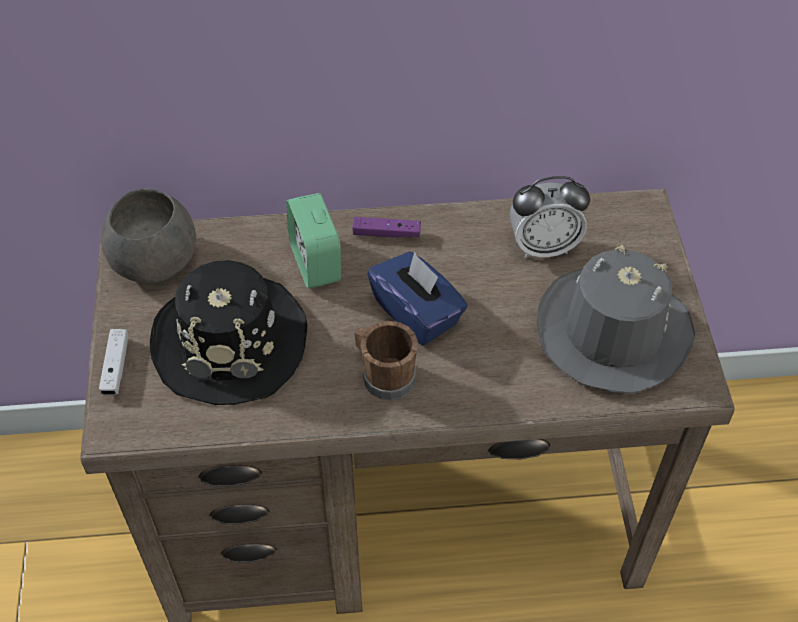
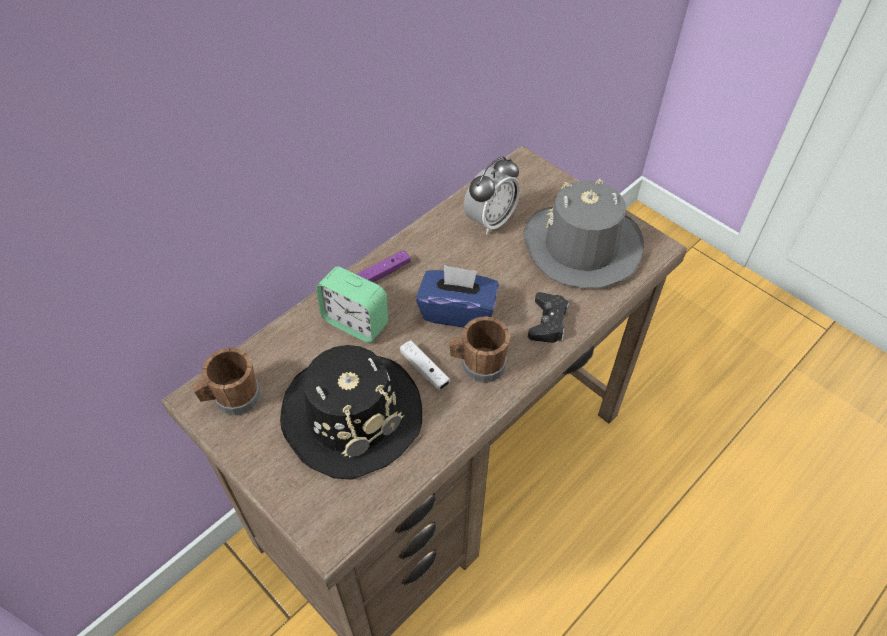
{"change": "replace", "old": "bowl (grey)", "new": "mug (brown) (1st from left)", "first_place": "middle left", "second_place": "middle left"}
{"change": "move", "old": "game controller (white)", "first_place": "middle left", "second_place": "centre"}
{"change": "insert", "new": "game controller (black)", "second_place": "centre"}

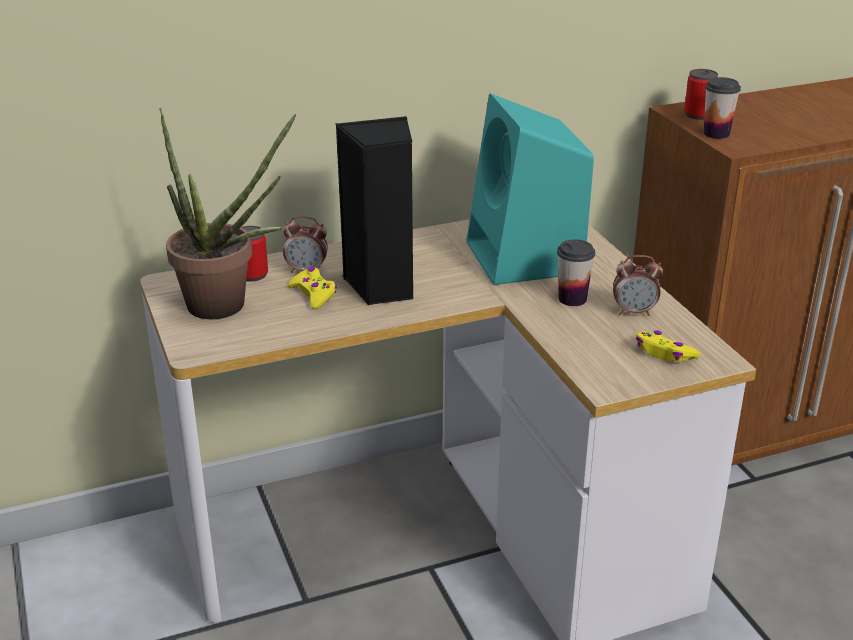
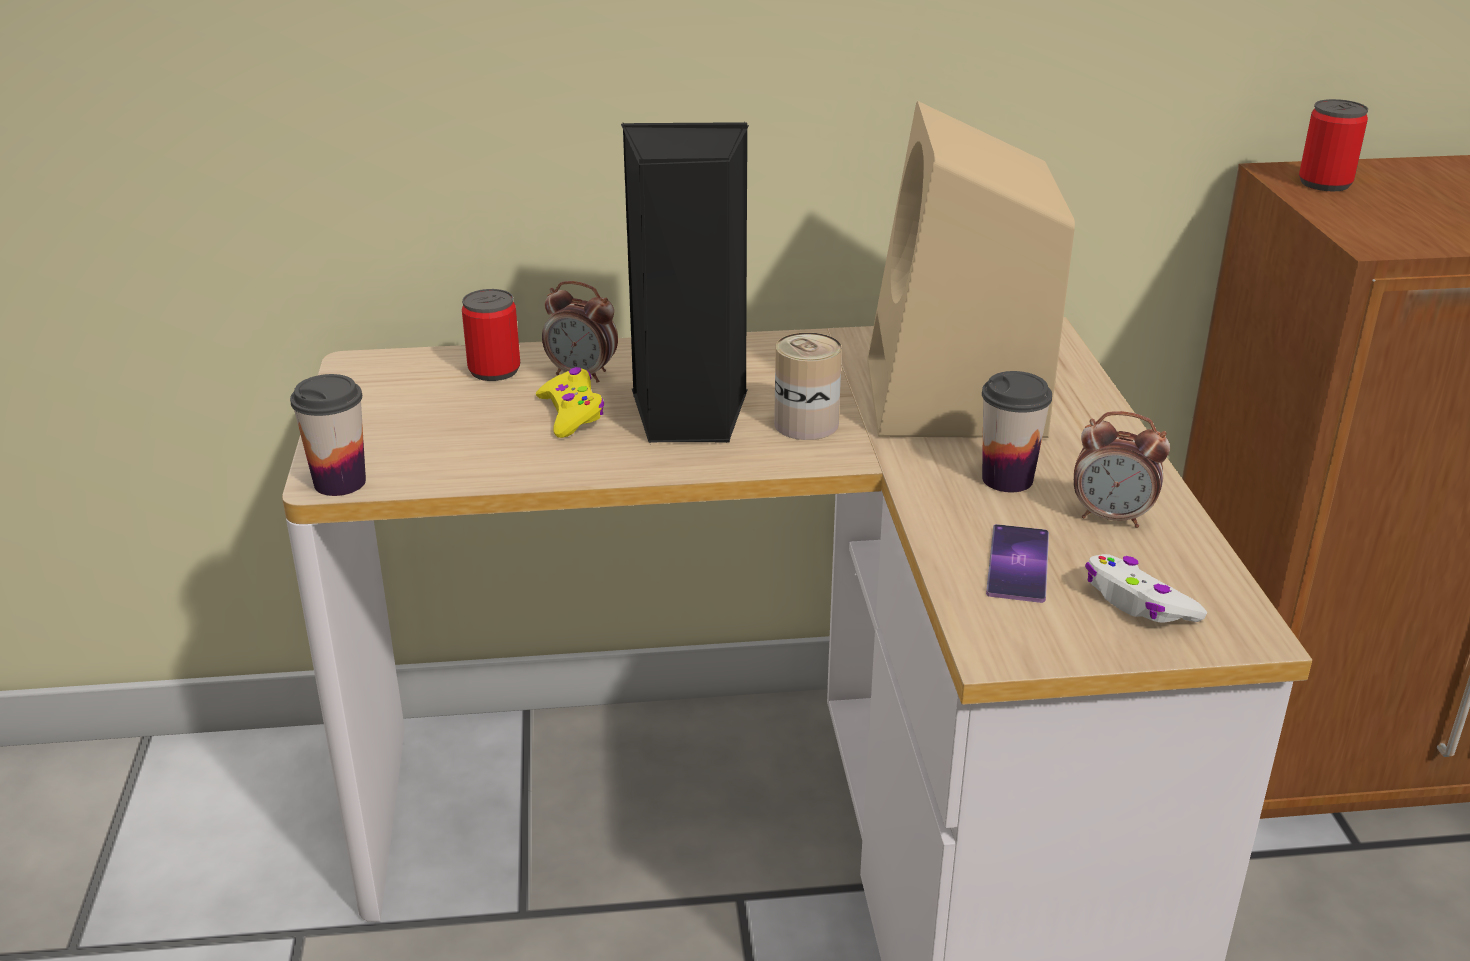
{"change": "move", "old": "cup (2nd from left in the first image)", "new": "cup (1st from left)", "first_place": "top right", "second_place": "middle left"}
{"change": "insert", "new": "can (2nd from left)", "second_place": "centre"}
{"change": "recolor", "old": "speaker (turquoise)", "new": "speaker (beige)", "first_place": "top centre", "second_place": "top centre"}
{"change": "insert", "new": "phone", "second_place": "middle right"}
{"change": "recolor", "old": "game controller (yellow) (2nd from left)", "new": "game controller (white)", "first_place": "middle right", "second_place": "middle right"}
{"change": "delete", "old": "potted plant", "first_place": "top left"}

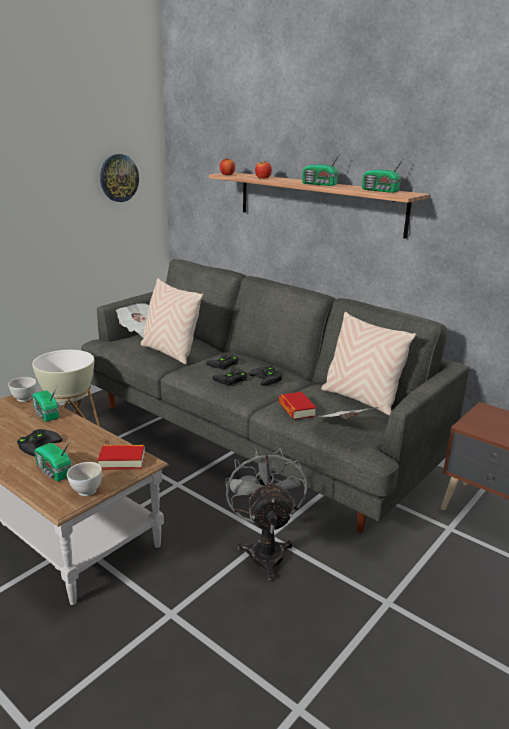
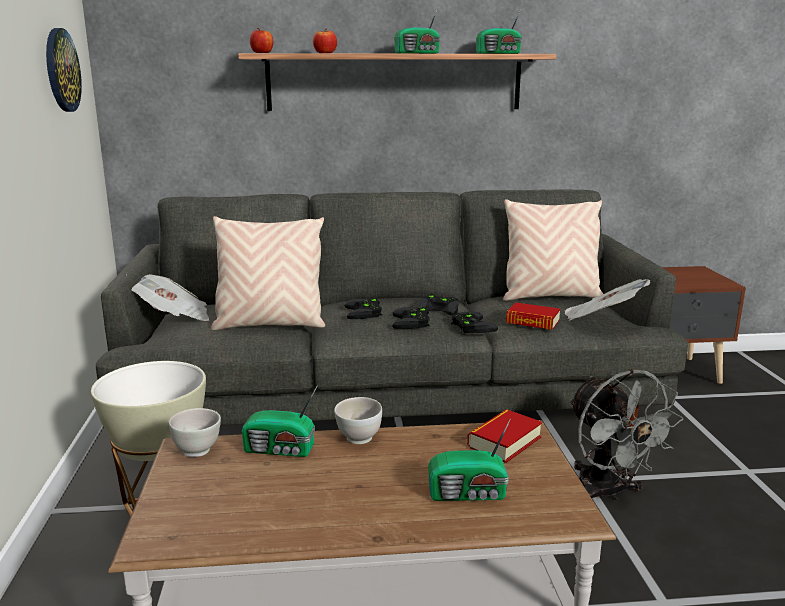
{"change": "move", "old": "bowl (white) (2nd from left)", "first_place": "middle left", "second_place": "bottom centre"}
{"change": "move", "old": "game controller (black) (1st from left in the first image)", "new": "game controller (black) (4th from left)", "first_place": "middle left", "second_place": "centre"}
{"change": "rotate", "old": "fan (grey)", "first_place": "bottom centre", "second_place": "bottom right", "degrees": -150}

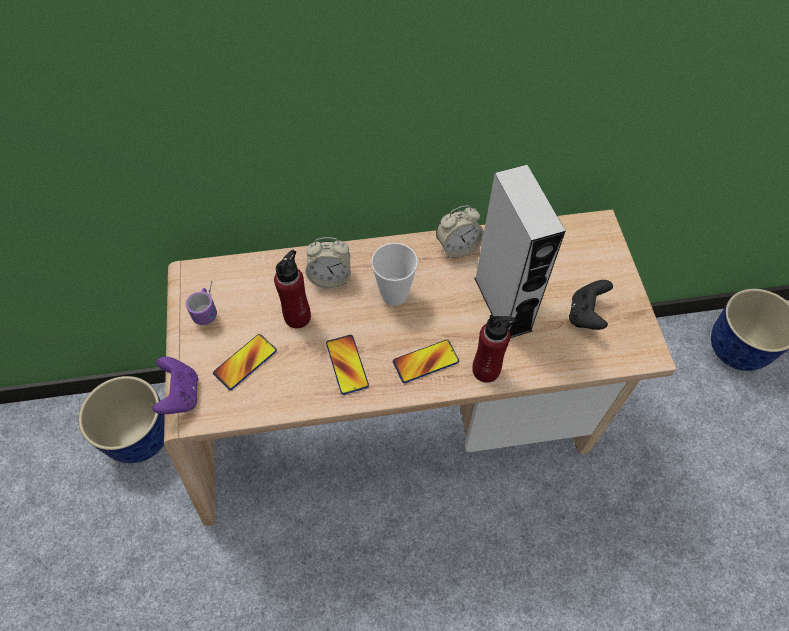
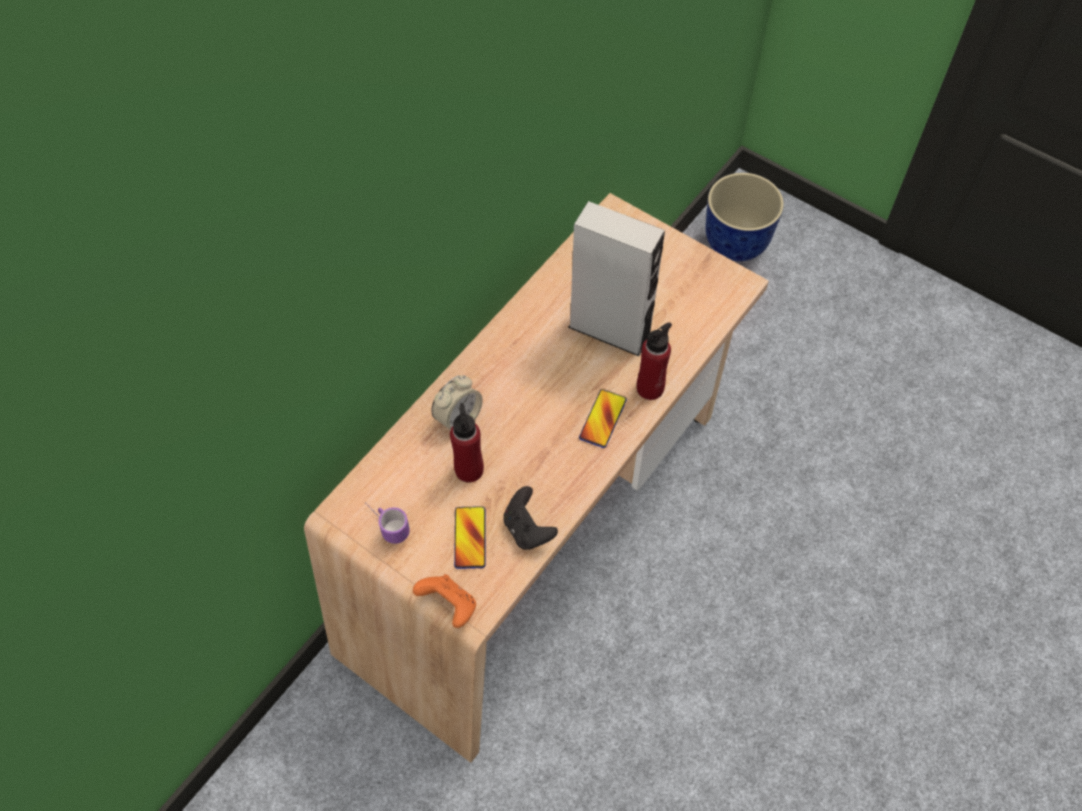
{"change": "recolor", "old": "game controller (purple)", "new": "game controller (orange)", "first_place": "middle left", "second_place": "bottom centre"}
{"change": "move", "old": "game controller (black)", "first_place": "middle right", "second_place": "centre"}
{"change": "delete", "old": "planter (1st from left)", "first_place": "middle left"}
{"change": "delete", "old": "phone (2nd from left)", "first_place": "centre"}
{"change": "delete", "old": "cup", "first_place": "centre"}
{"change": "delete", "old": "alarm clock (2nd from left)", "first_place": "centre"}

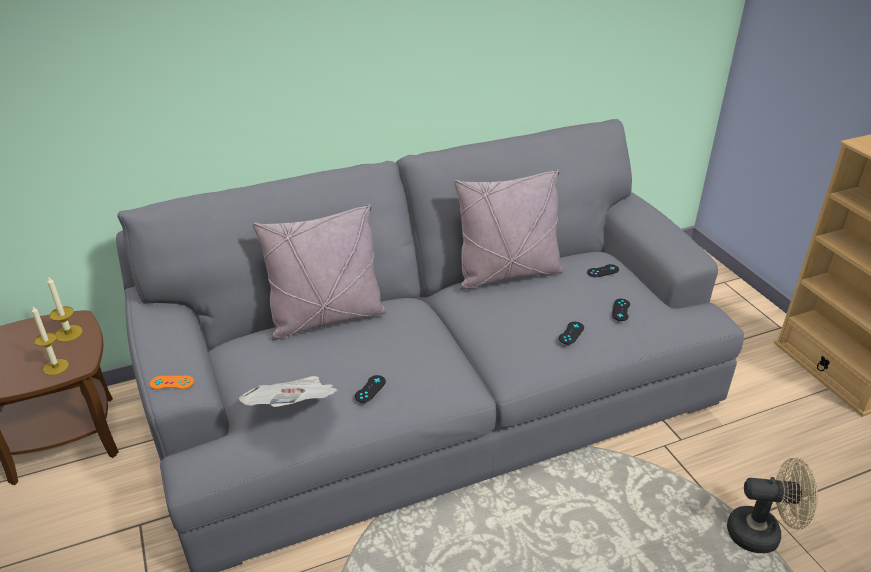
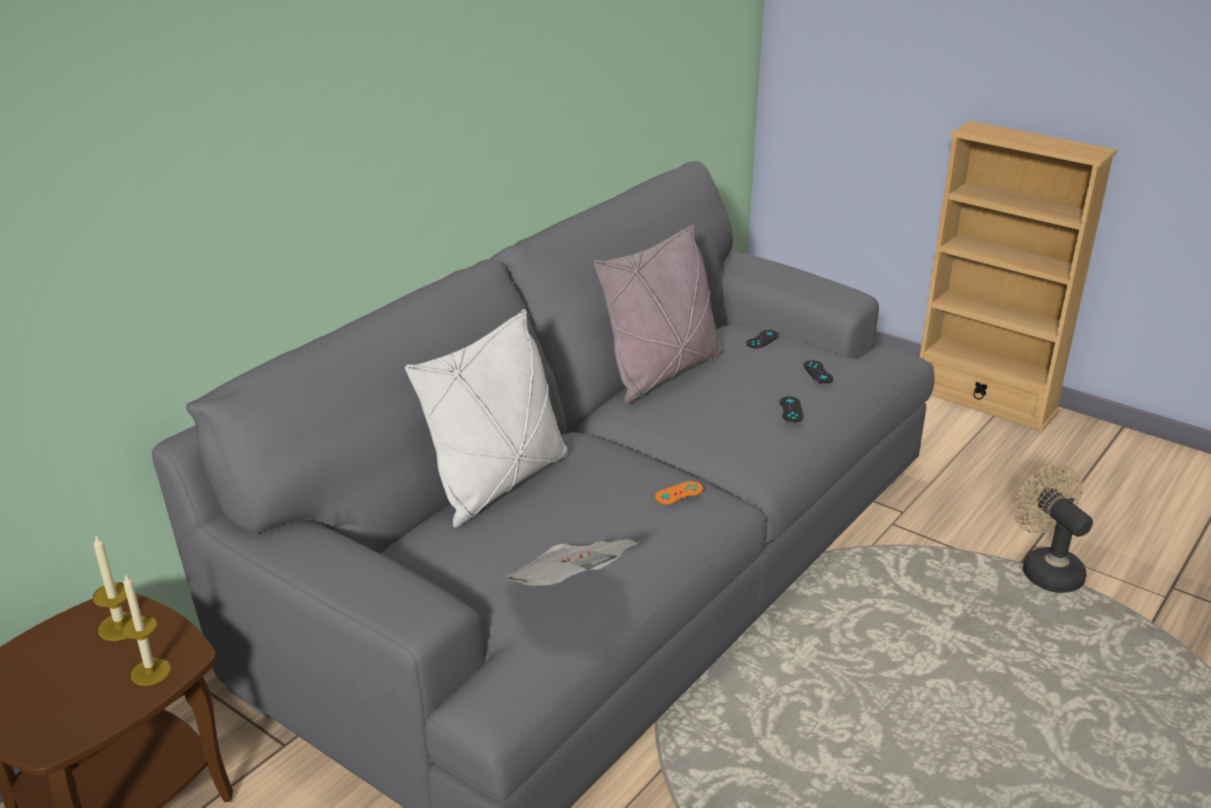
{"change": "recolor", "old": "pillow (purple) (1st from left)", "new": "pillow (white)", "first_place": "centre", "second_place": "centre"}
{"change": "move", "old": "game controller (orange)", "first_place": "bottom left", "second_place": "centre"}
{"change": "rotate", "old": "fan (beige)", "first_place": "bottom right", "second_place": "middle right", "degrees": -90}
{"change": "delete", "old": "game controller (black) (1st from left)", "first_place": "bottom centre"}

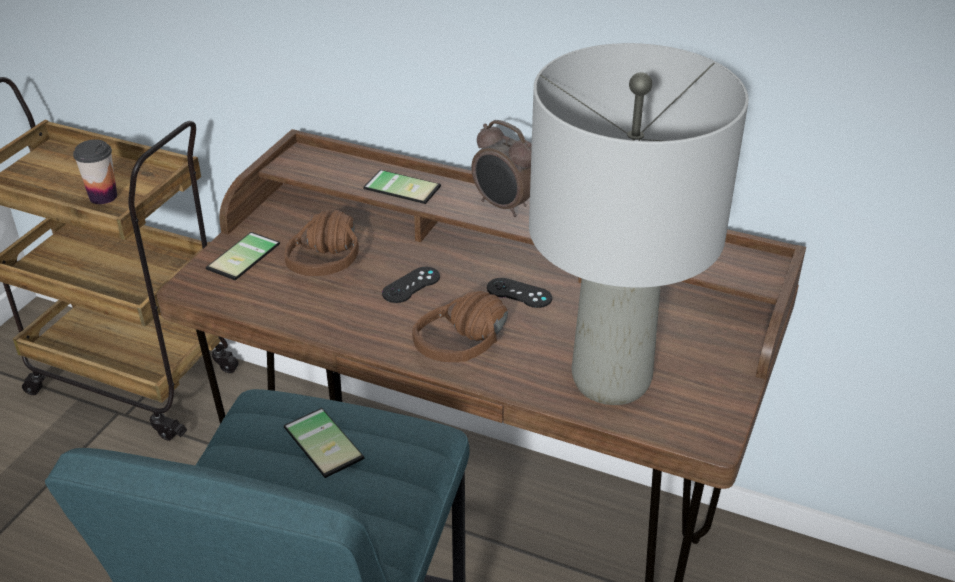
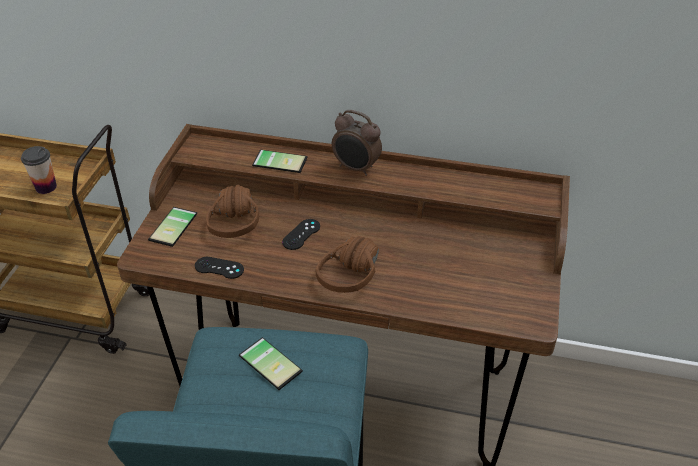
{"change": "move", "old": "game controller (black) (2nd from left in the first image)", "new": "game controller (black) (1st from left)", "first_place": "centre", "second_place": "middle left"}
{"change": "delete", "old": "table lamp (grey)", "first_place": "middle right"}

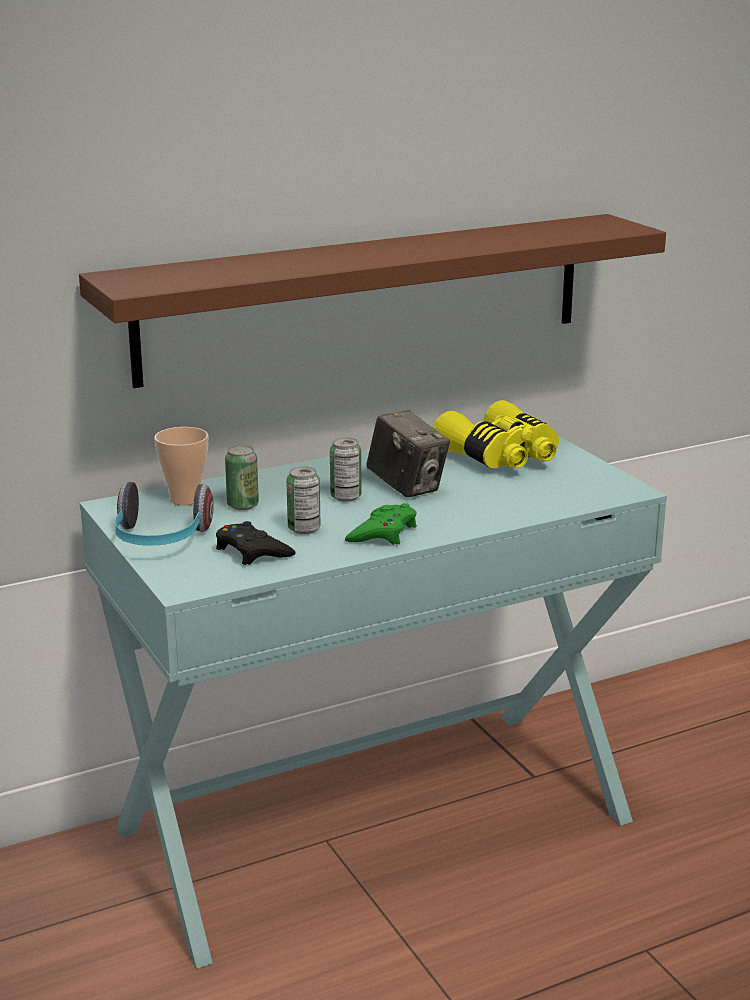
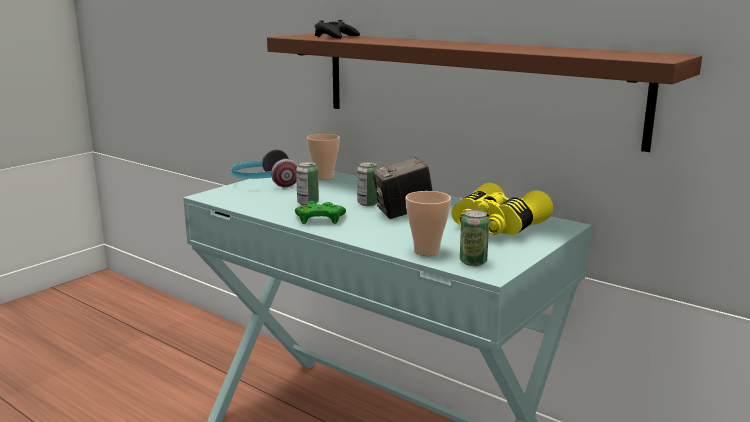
{"change": "move", "old": "game controller (black)", "first_place": "centre", "second_place": "top centre"}
{"change": "rotate", "old": "photo camera", "first_place": "centre", "second_place": "centre", "degrees": 45}
{"change": "insert", "new": "cup (2nd from left)", "second_place": "centre"}
{"change": "move", "old": "can (1st from left in the first image)", "new": "can (3rd from left)", "first_place": "middle left", "second_place": "centre"}

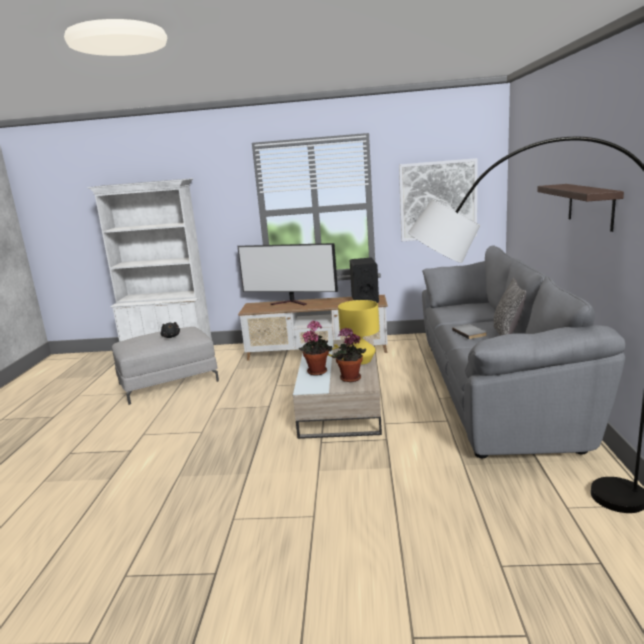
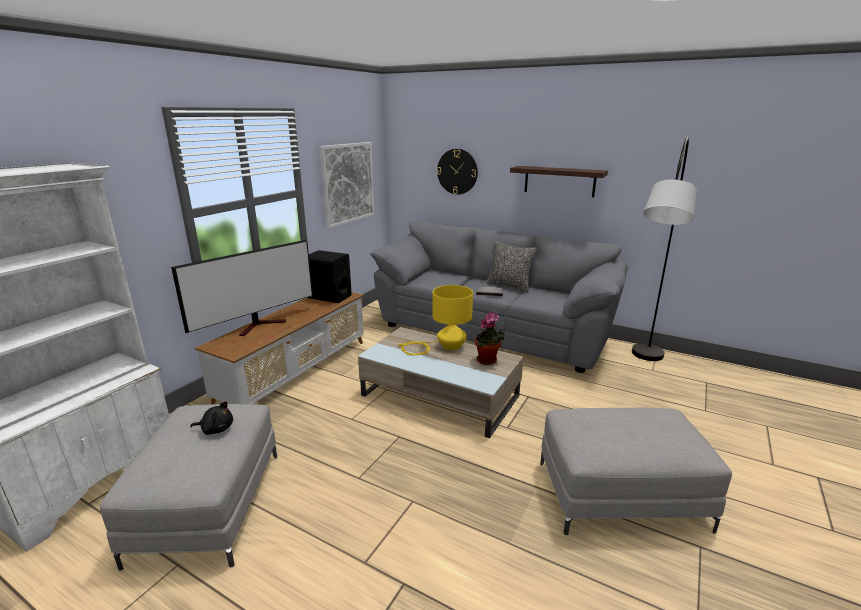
{"change": "insert", "new": "wall clock", "second_place": "top centre"}
{"change": "insert", "new": "ottoman (grey) (2nd from left)", "second_place": "bottom right"}
{"change": "delete", "old": "potted plant (1st from left)", "first_place": "centre"}

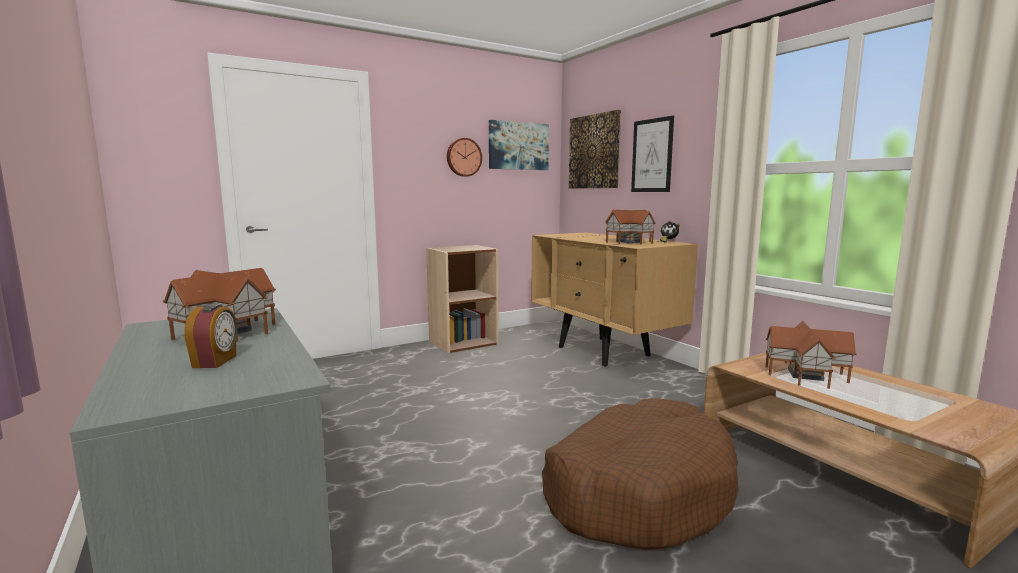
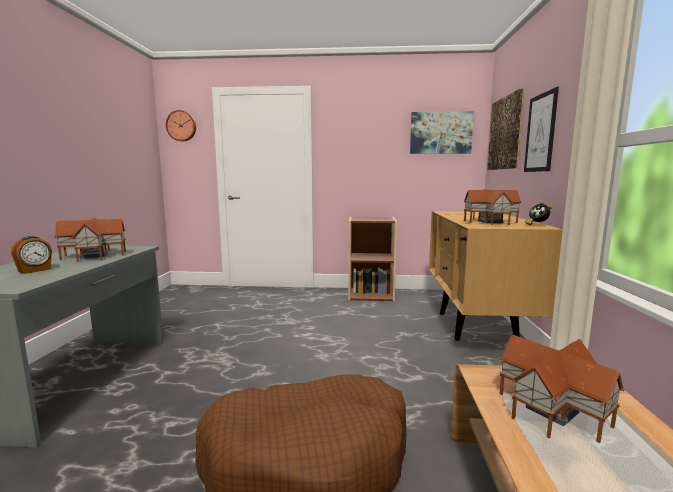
{"change": "move", "old": "wall clock", "first_place": "top centre", "second_place": "top left"}

